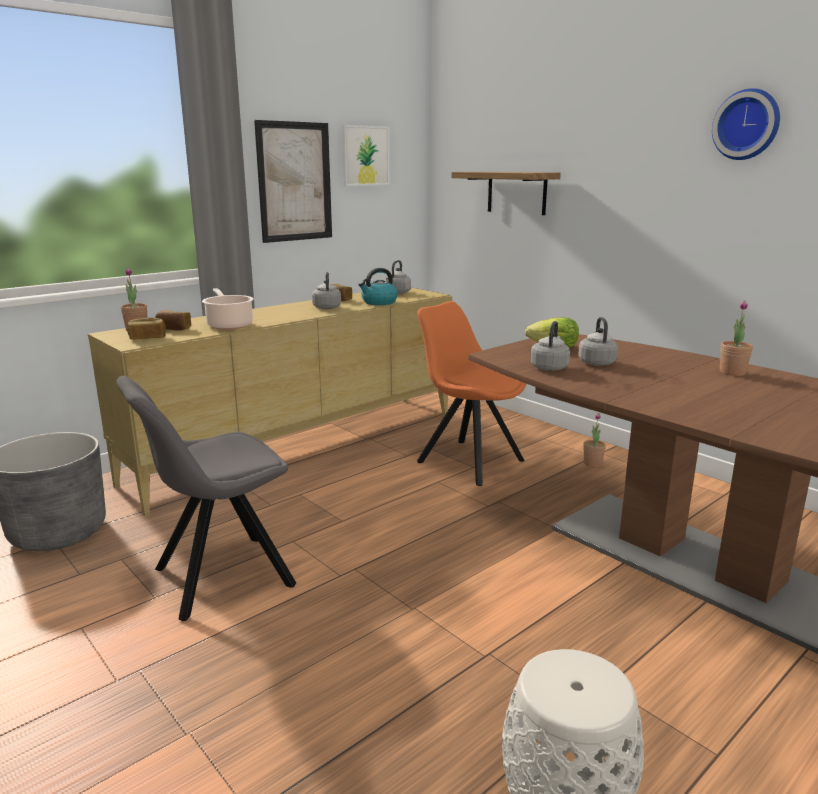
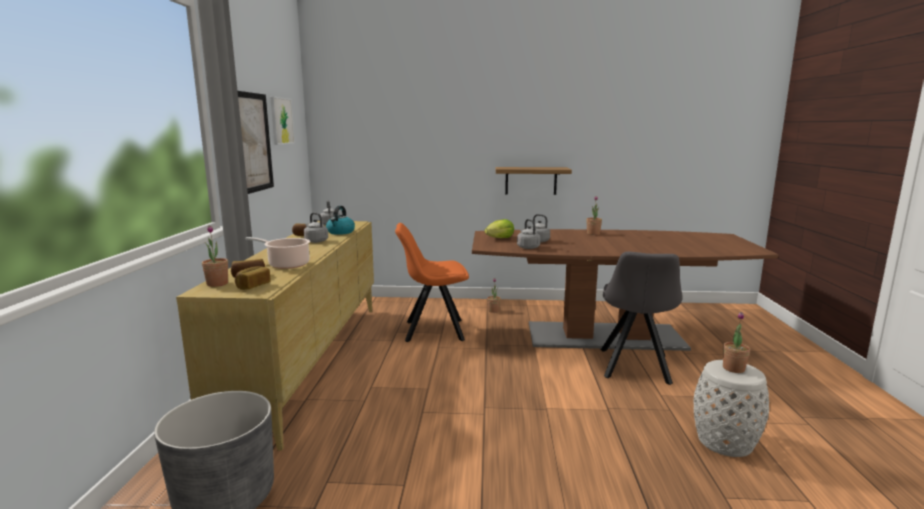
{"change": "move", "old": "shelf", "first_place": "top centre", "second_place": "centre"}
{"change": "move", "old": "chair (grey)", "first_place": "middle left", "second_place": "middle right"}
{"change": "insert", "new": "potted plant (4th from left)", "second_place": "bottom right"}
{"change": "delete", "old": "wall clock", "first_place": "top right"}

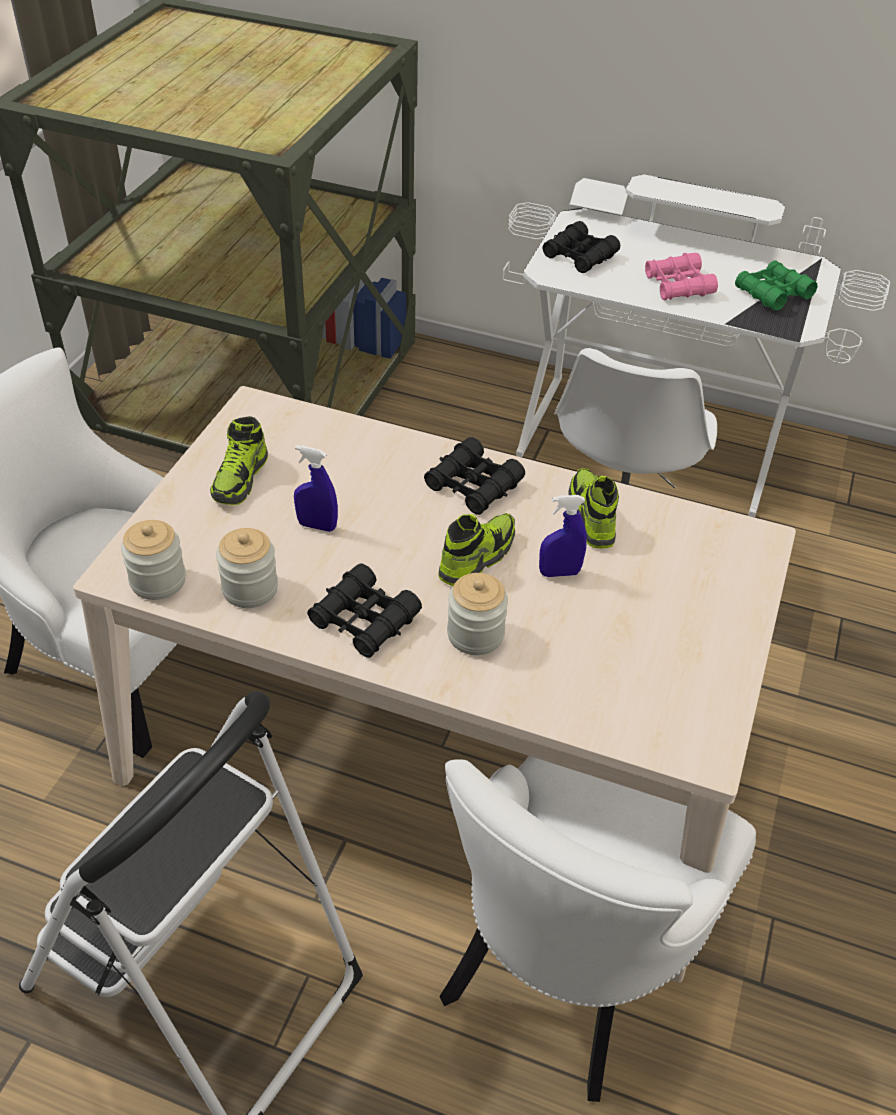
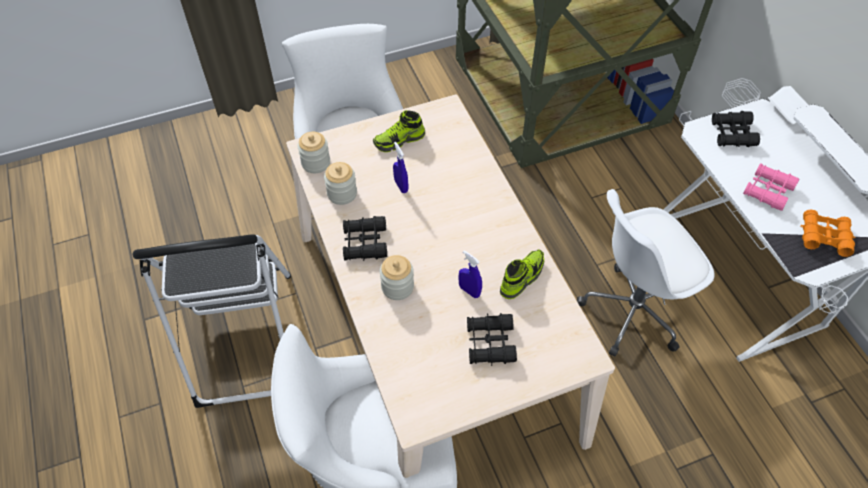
{"change": "move", "old": "binoculars (black) (2nd from left)", "first_place": "centre", "second_place": "bottom centre"}
{"change": "recolor", "old": "binoculars (green)", "new": "binoculars (orange)", "first_place": "top right", "second_place": "middle right"}
{"change": "delete", "old": "shoe (2nd from left)", "first_place": "centre"}

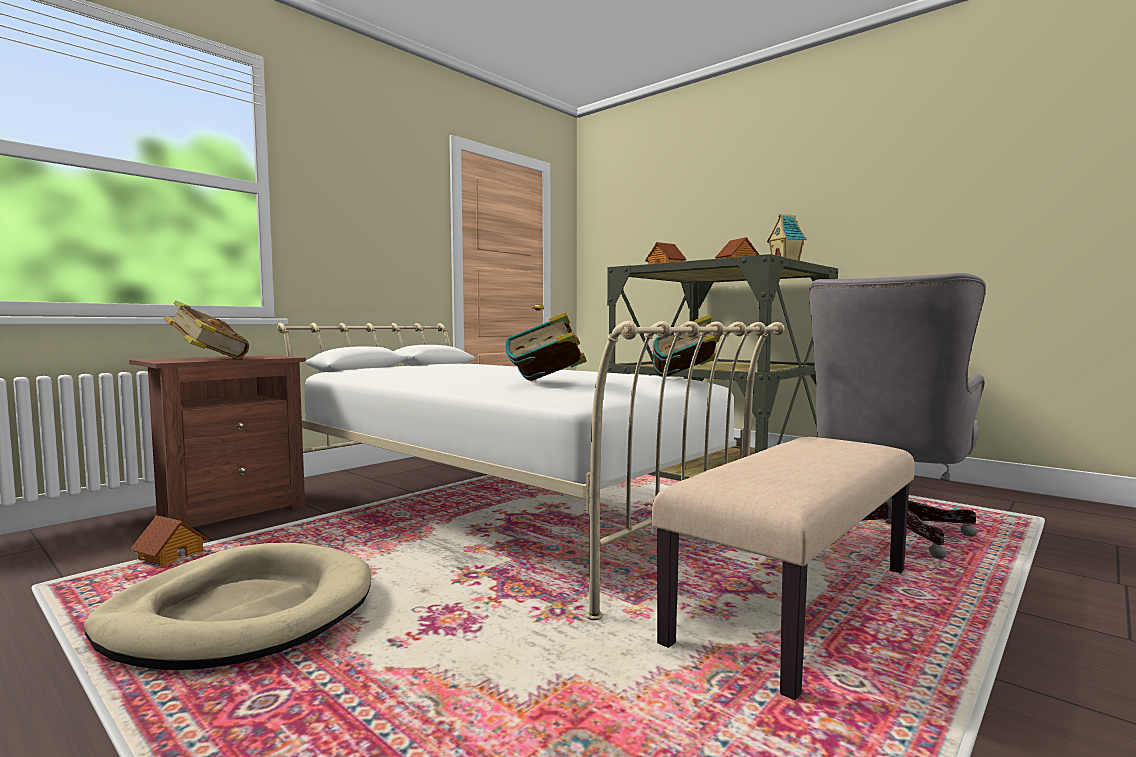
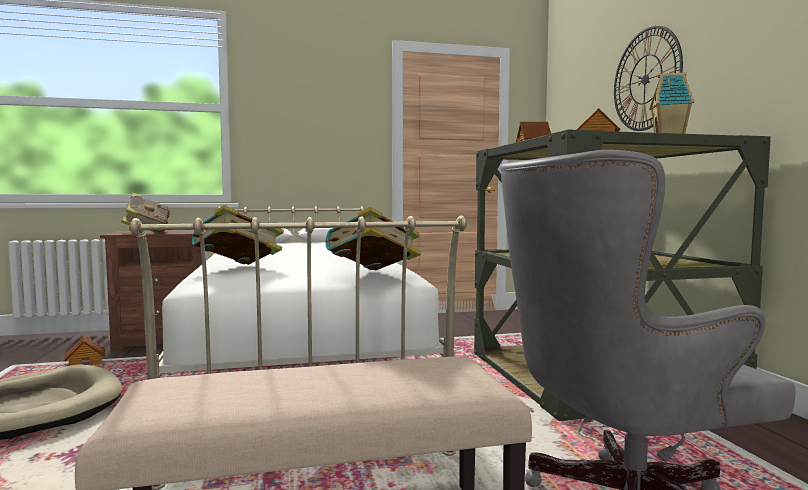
{"change": "insert", "new": "wall clock", "second_place": "top right"}

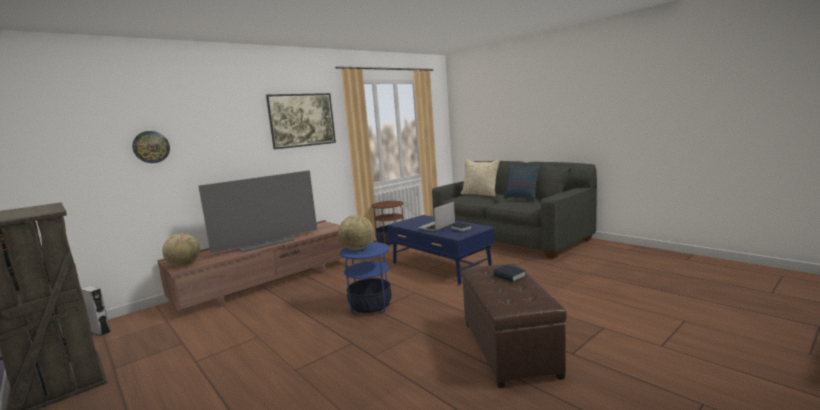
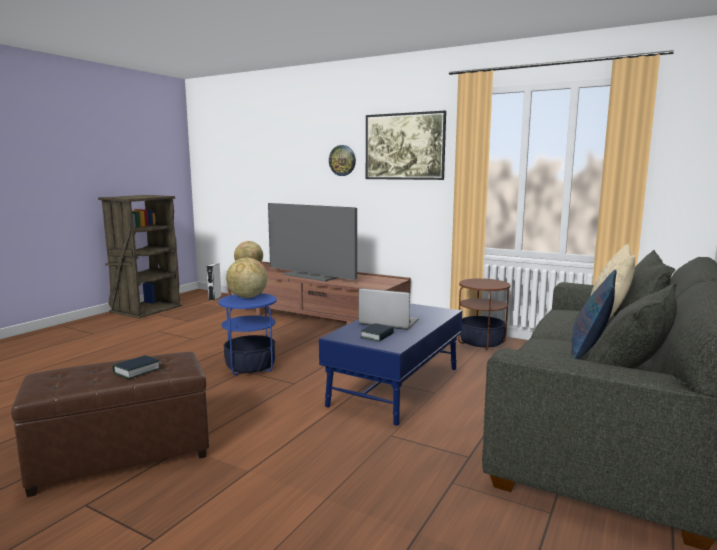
{"change": "move", "old": "wall clock", "first_place": "middle left", "second_place": "top centre"}

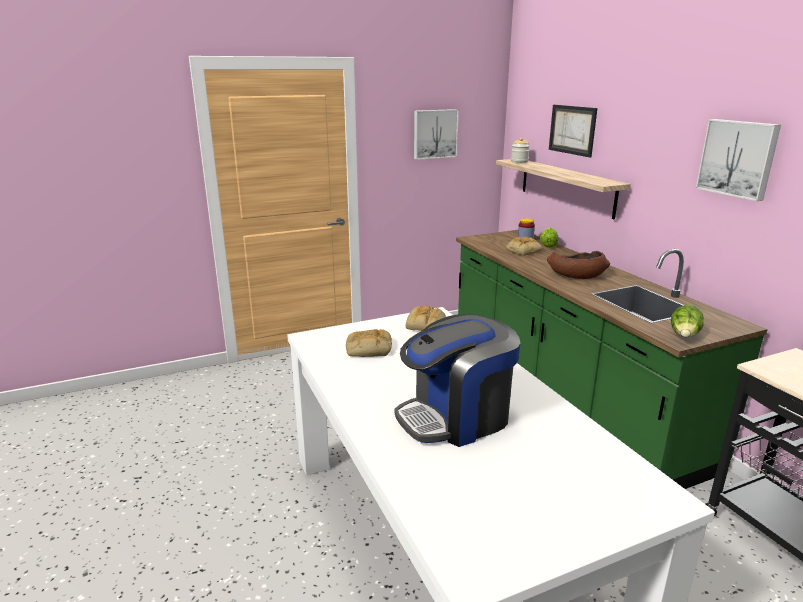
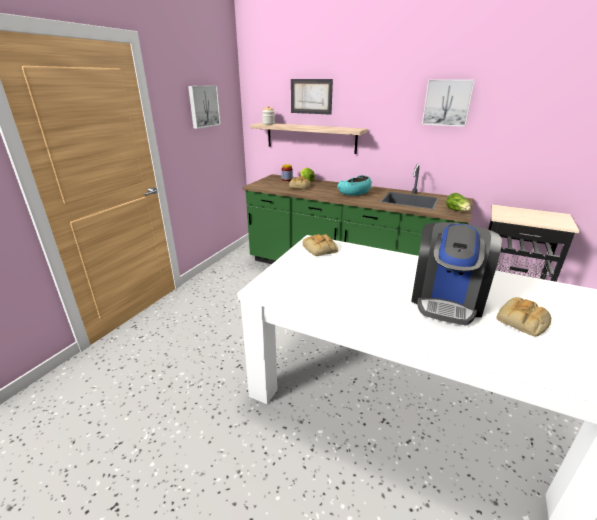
{"change": "recolor", "old": "bowl (brown)", "new": "bowl (turquoise)", "first_place": "middle right", "second_place": "centre"}
{"change": "move", "old": "bread (1st from left in the first image)", "new": "bread (3rd from left)", "first_place": "centre", "second_place": "middle right"}

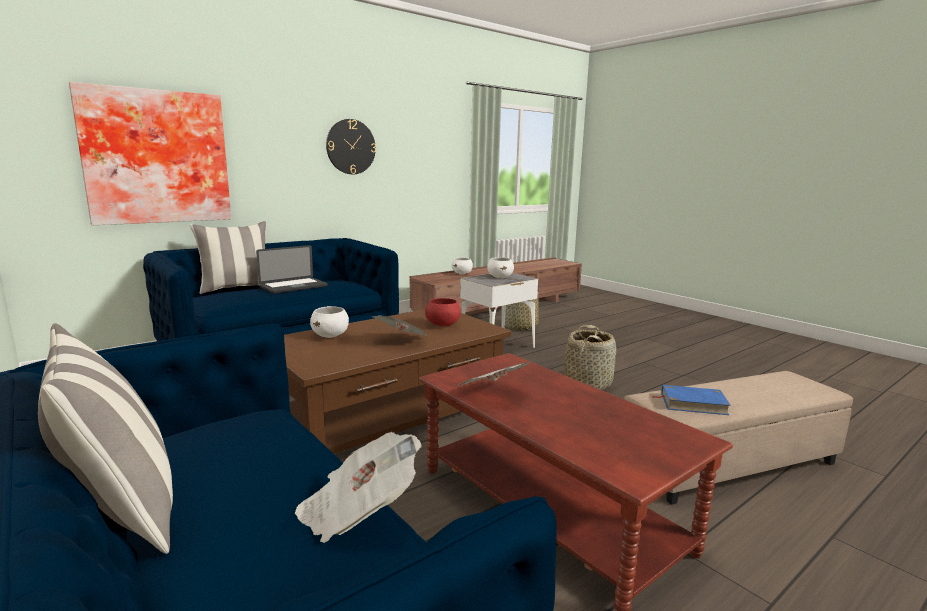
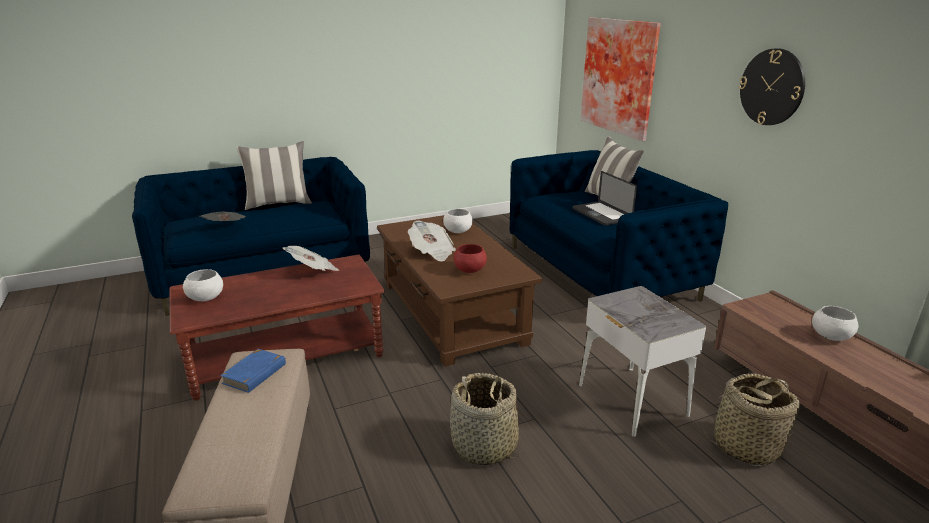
{"change": "move", "old": "bowl (white) (3rd from left in the first image)", "new": "bowl (white) (1st from left)", "first_place": "centre", "second_place": "middle left"}

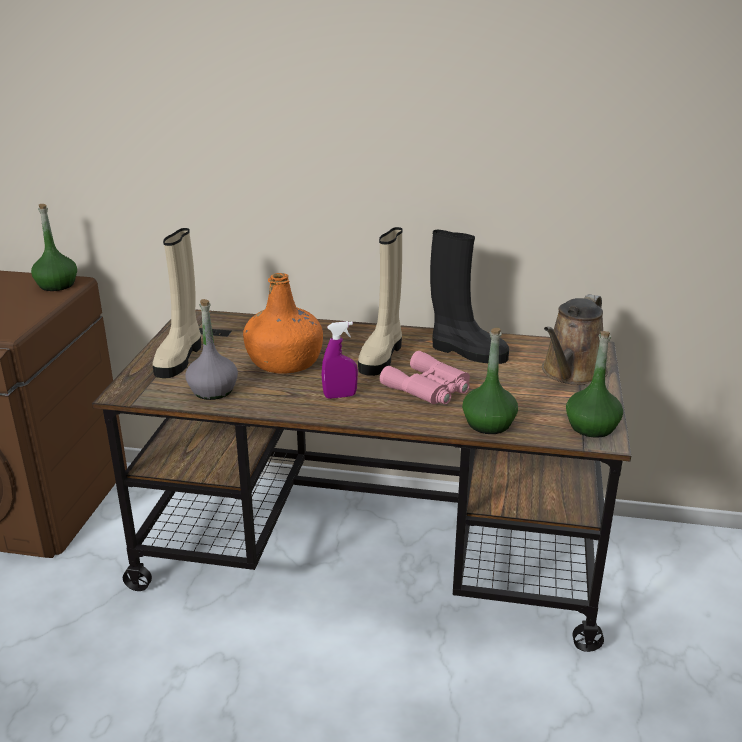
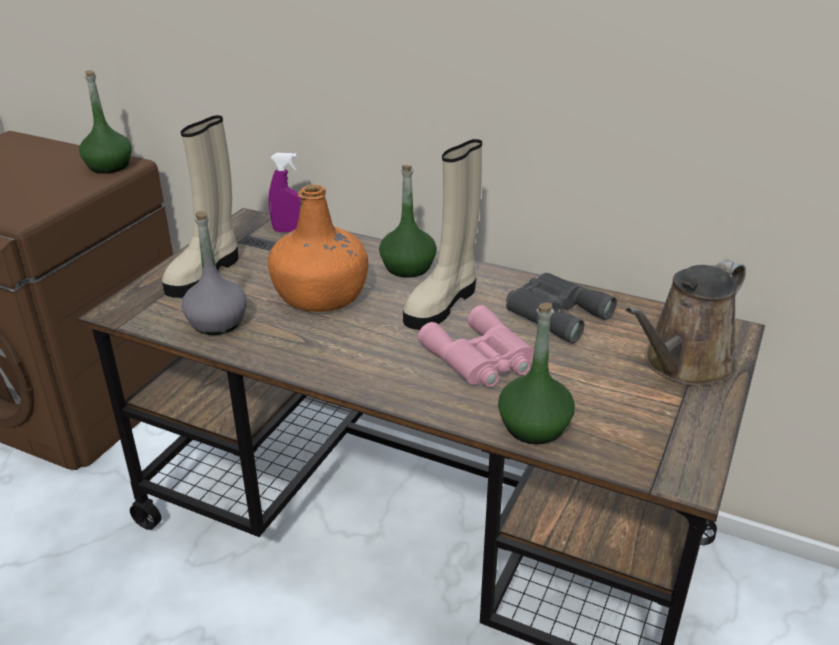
{"change": "move", "old": "spray bottle (purple)", "first_place": "centre", "second_place": "top centre"}
{"change": "move", "old": "bottle (green) (3rd from left in the first image)", "new": "bottle (green) (2nd from left)", "first_place": "middle right", "second_place": "centre"}
{"change": "replace", "old": "boot (black)", "new": "binoculars (grey)", "first_place": "centre", "second_place": "middle right"}

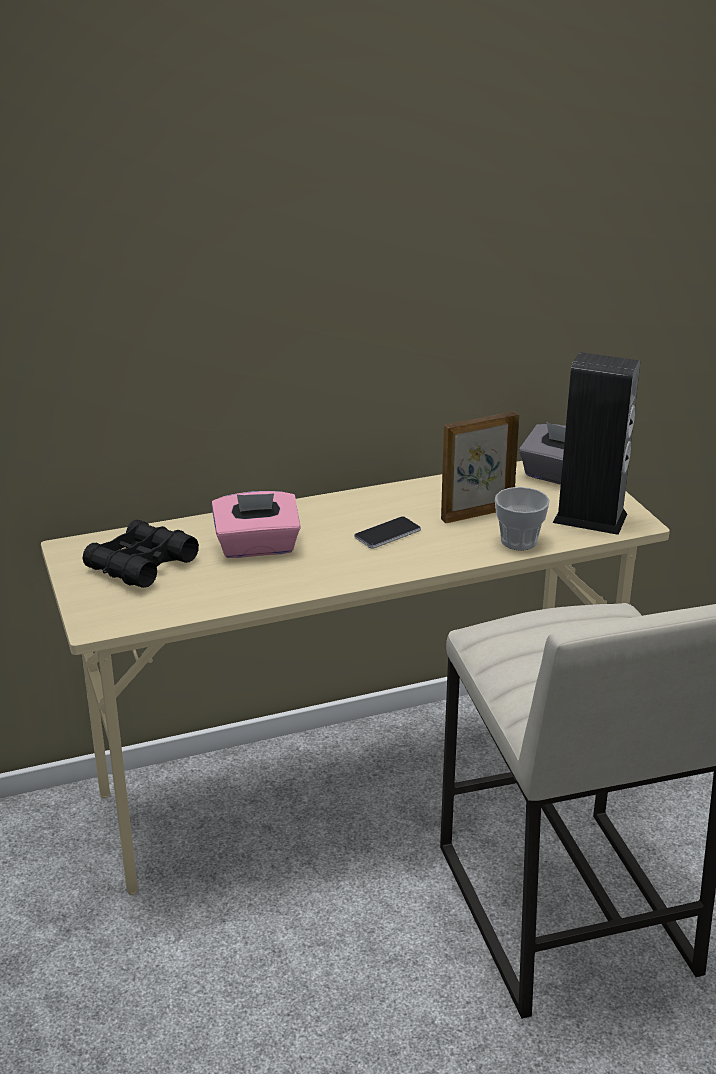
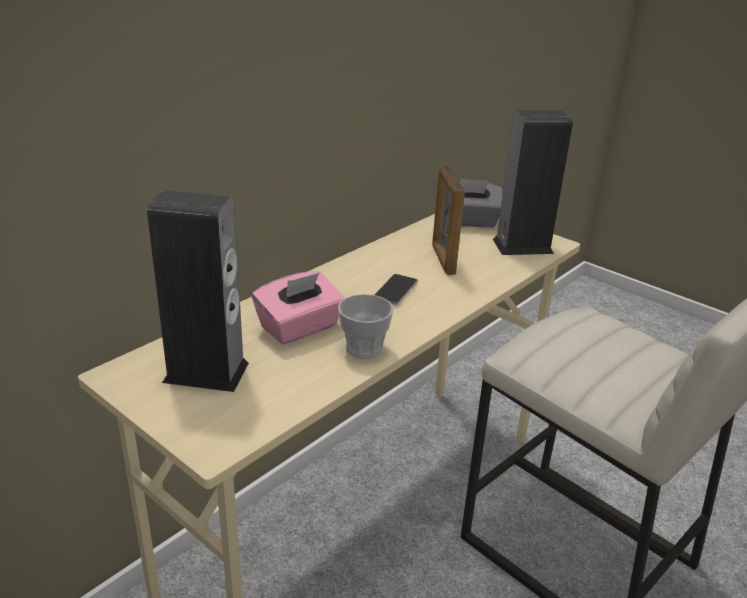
{"change": "replace", "old": "binoculars (black)", "new": "speaker (1st from left)", "first_place": "middle left", "second_place": "middle left"}
{"change": "move", "old": "cup", "first_place": "middle right", "second_place": "centre"}
{"change": "rotate", "old": "picture frame", "first_place": "middle right", "second_place": "centre", "degrees": -45}

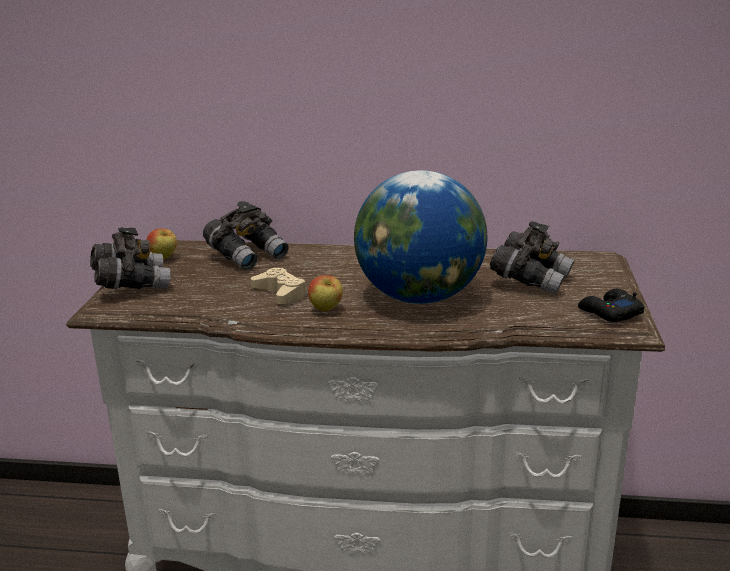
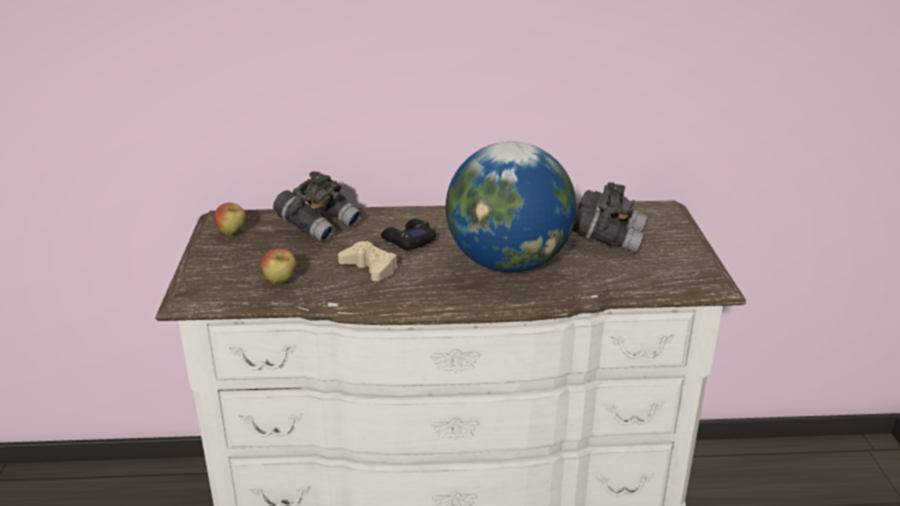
{"change": "move", "old": "apple (2nd from left)", "first_place": "centre", "second_place": "middle left"}
{"change": "move", "old": "game controller (black)", "first_place": "middle right", "second_place": "centre"}
{"change": "delete", "old": "binoculars (grey) (1st from left)", "first_place": "middle left"}

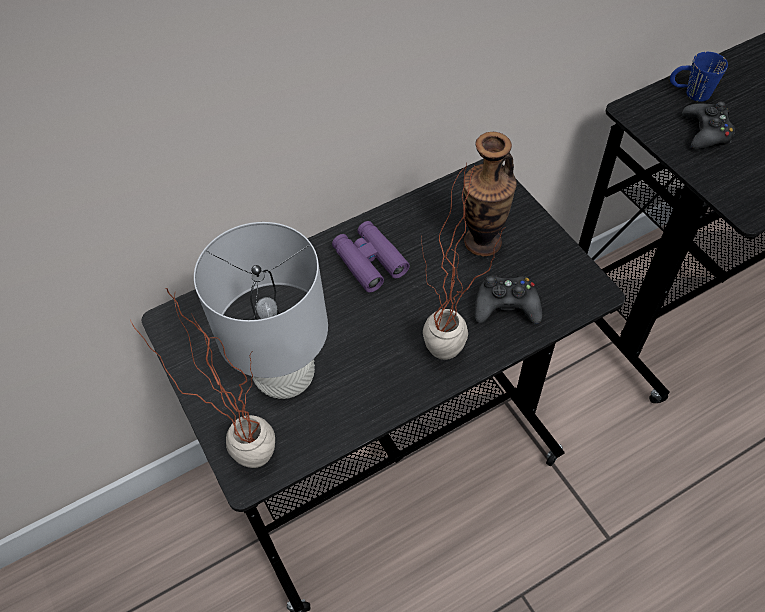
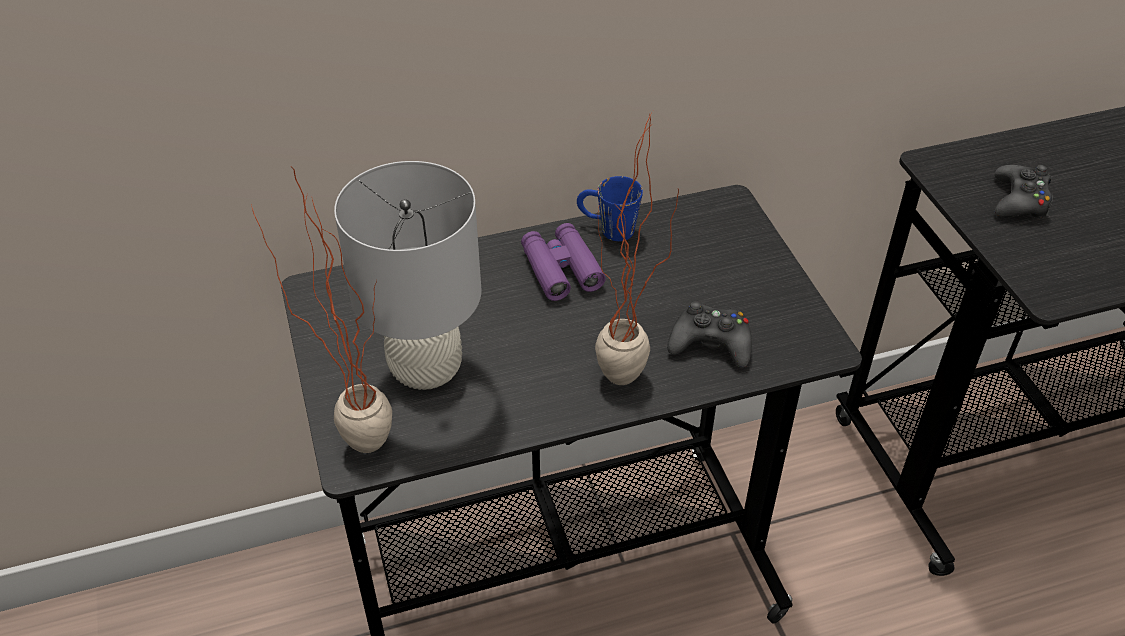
{"change": "move", "old": "mug (blue)", "first_place": "top right", "second_place": "top centre"}
{"change": "delete", "old": "vase", "first_place": "top centre"}

